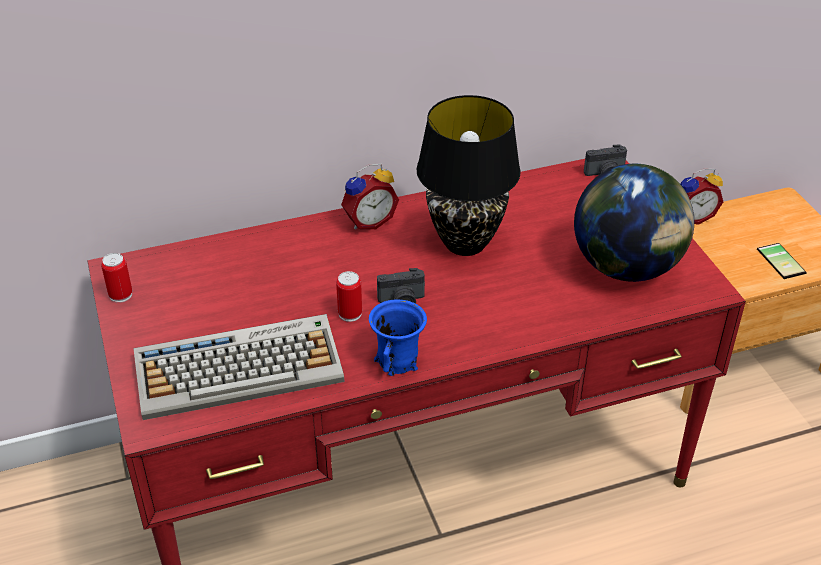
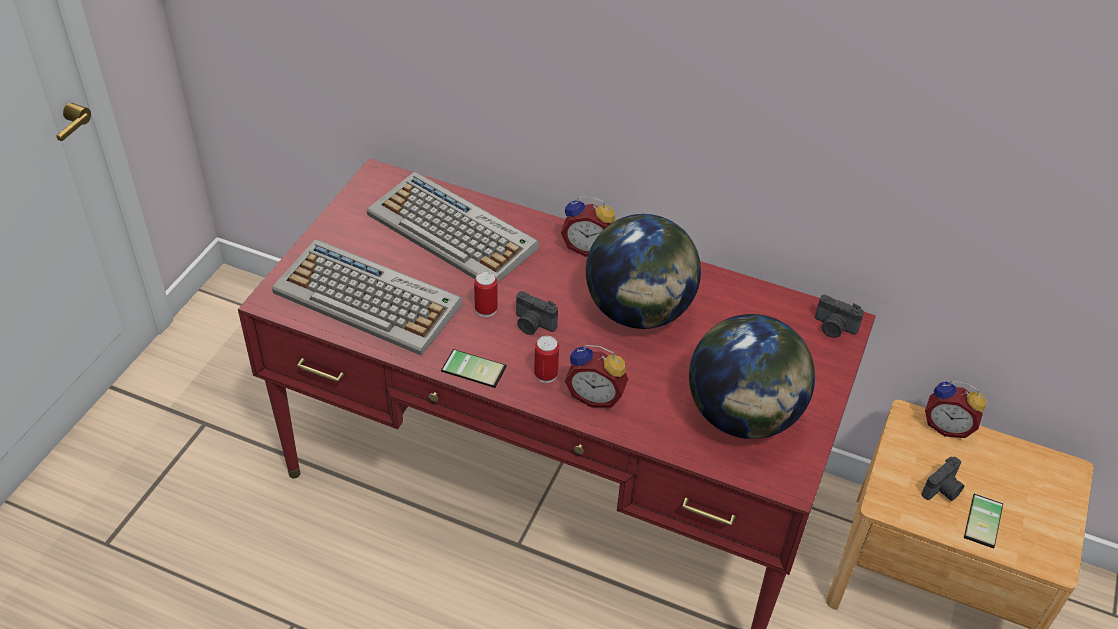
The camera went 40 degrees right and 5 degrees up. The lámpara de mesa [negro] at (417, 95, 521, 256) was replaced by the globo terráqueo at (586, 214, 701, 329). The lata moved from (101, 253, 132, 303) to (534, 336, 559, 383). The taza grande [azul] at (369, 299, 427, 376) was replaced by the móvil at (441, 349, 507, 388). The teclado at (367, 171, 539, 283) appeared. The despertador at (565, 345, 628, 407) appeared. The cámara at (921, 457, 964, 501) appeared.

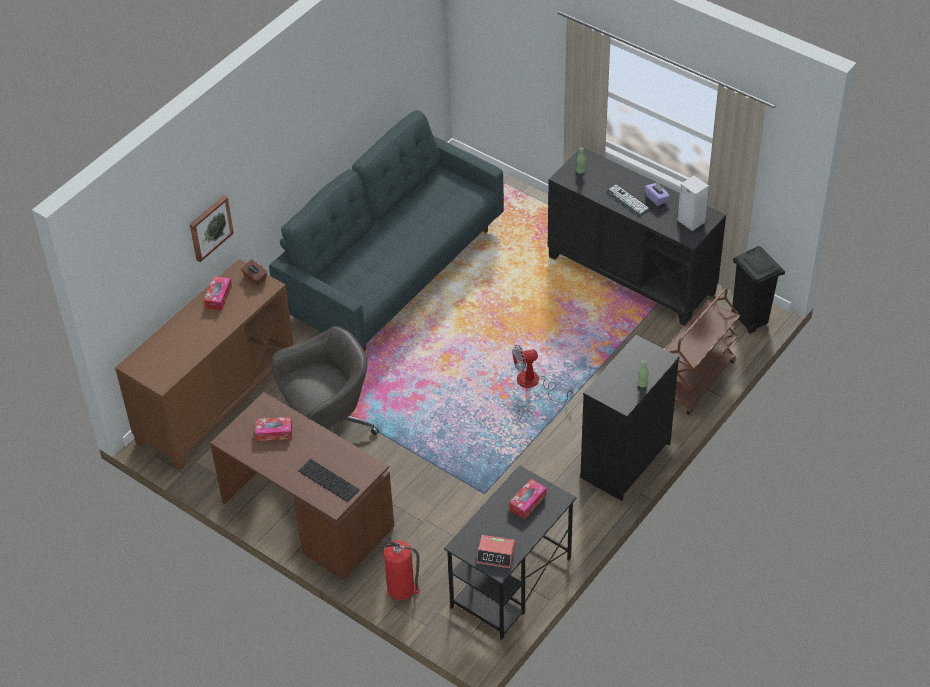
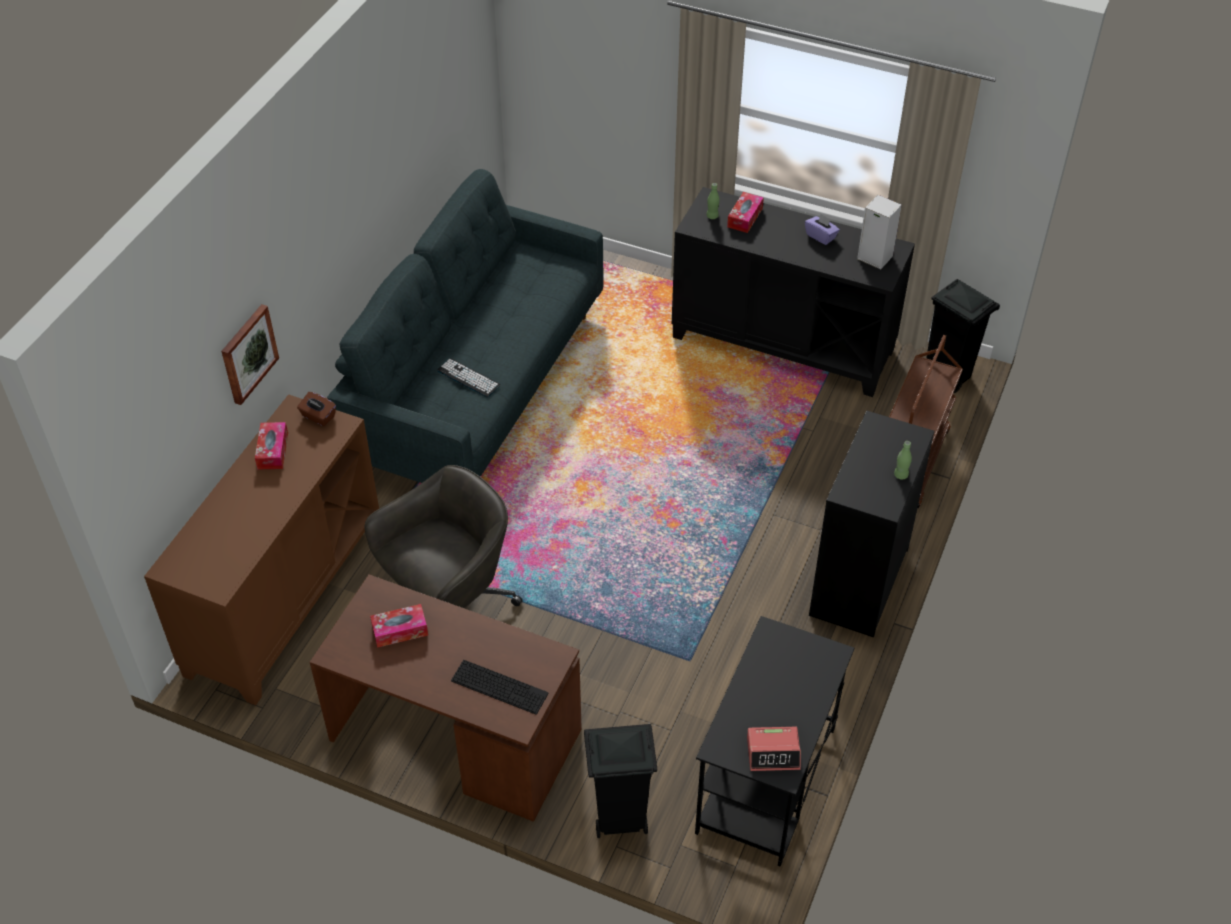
The camera went 15 degrees left and 0 degrees up. The teclado moved from (606, 184, 650, 216) to (437, 358, 500, 397). The ventilador at (512, 345, 573, 403) disappeared. The caja de pañuelos moved from (509, 479, 546, 519) to (727, 192, 764, 233). The extintor at (380, 539, 420, 601) was replaced by the papelera [negro] at (584, 724, 657, 838).

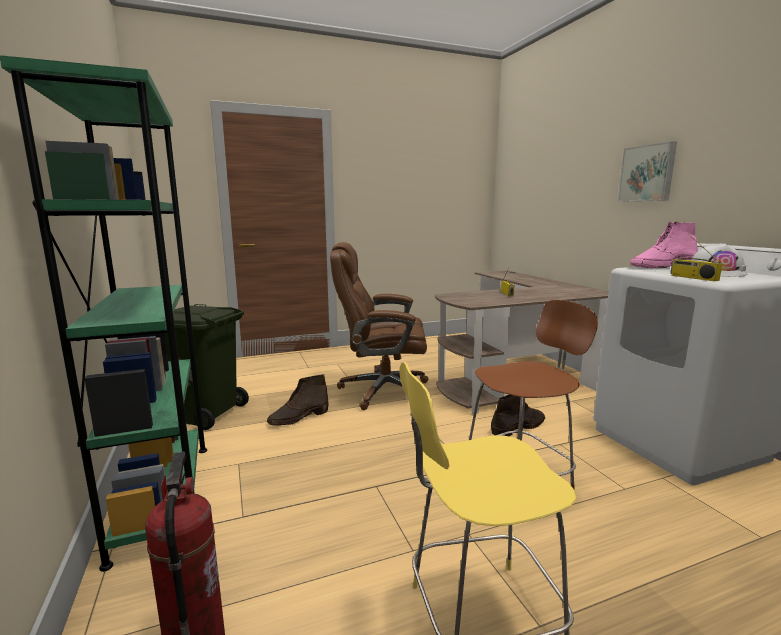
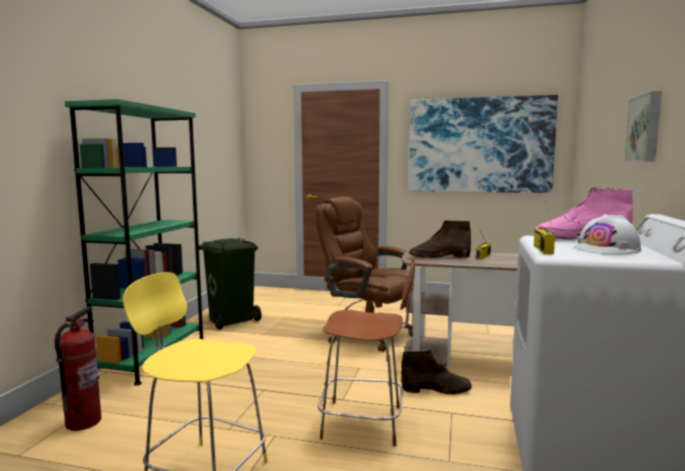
The camera went 35 degrees right and 5 degrees down. The bota [marrón] moved from (267, 374, 329, 426) to (409, 220, 471, 258). The cuadro at (409, 95, 558, 193) appeared.

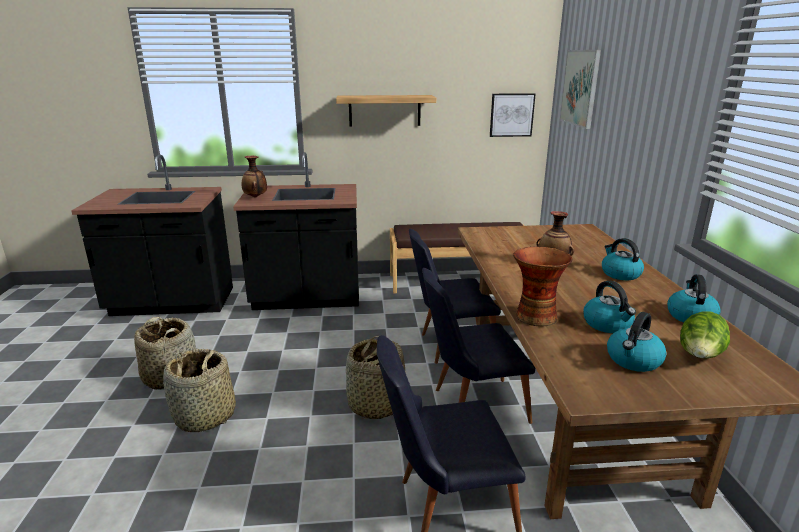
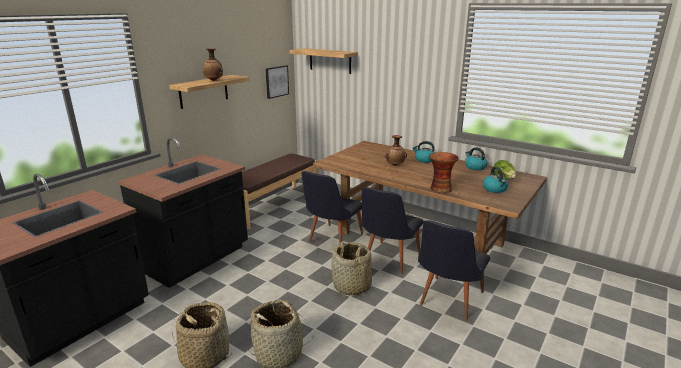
The camera went 50 degrees left and 0 degrees up. The cuadro at (559, 50, 601, 129) was replaced by the estante at (290, 48, 358, 74). The florero moved from (242, 156, 267, 197) to (203, 48, 223, 81). The hervidor at (583, 281, 636, 333) disappeared.

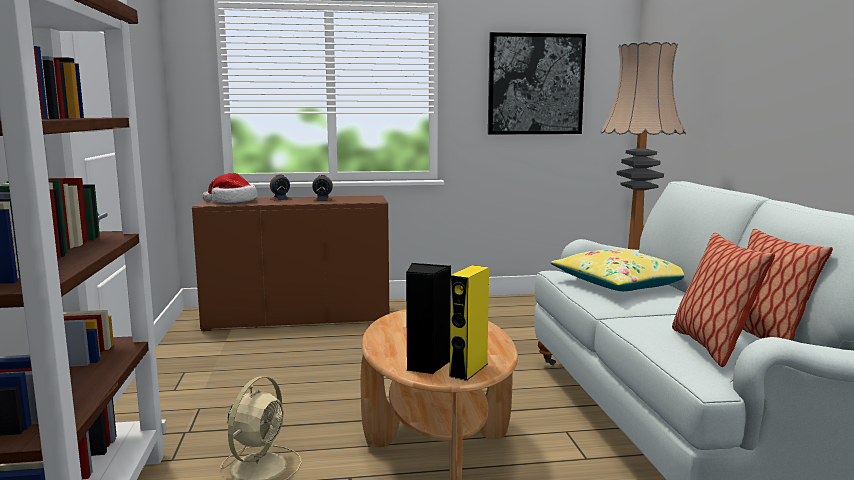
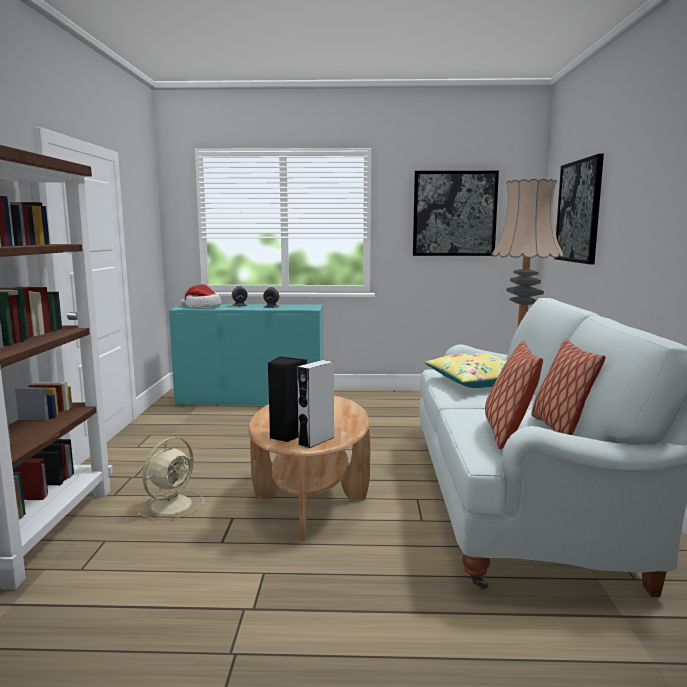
The camera went 10 degrees right and 0 degrees up. The armario [marrón] at (192, 195, 389, 331) became the armario [turquesa] at (169, 304, 323, 406). The altavoz [amarillo] at (449, 265, 489, 381) became the altavoz [gris] at (297, 360, 335, 448). The cuadro at (554, 154, 604, 264) appeared.

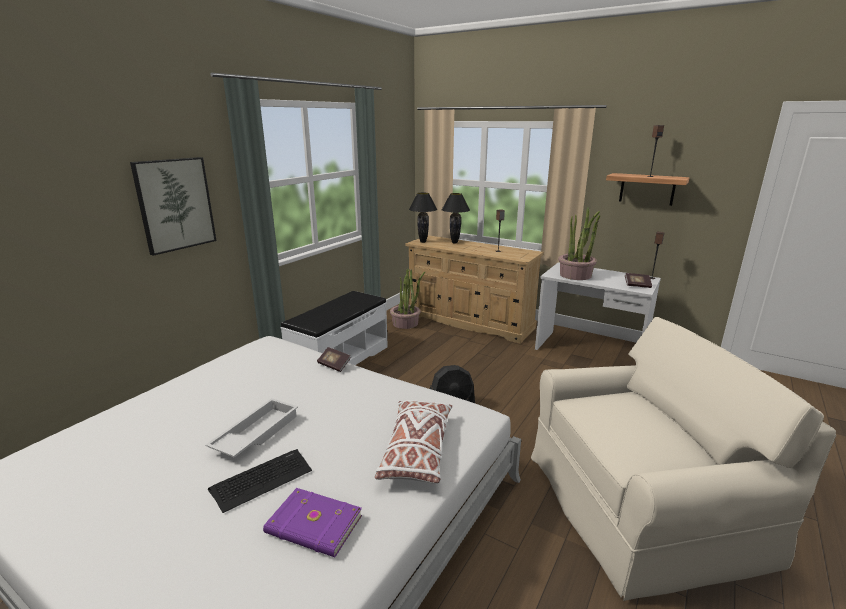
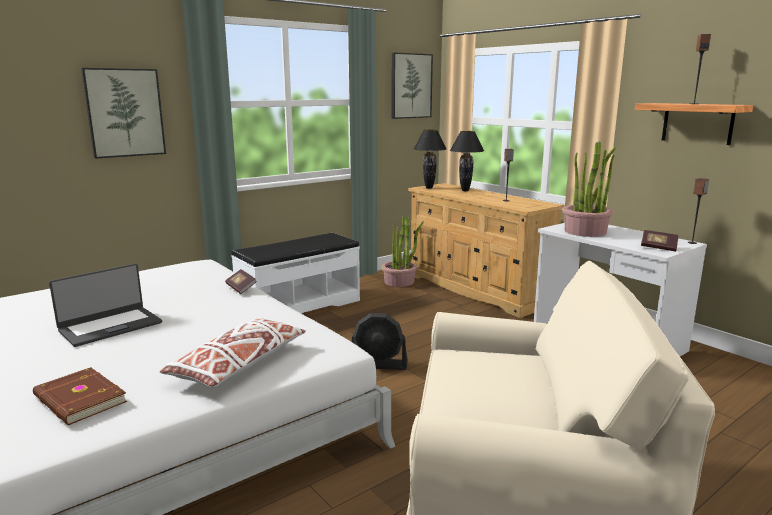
The camera went 20 degrees right and 5 degrees down. The bandeja [blanco] at (205, 398, 298, 458) was replaced by the portátil at (49, 263, 162, 347). The teclado at (208, 449, 312, 513) disappeared. The libro [morado] at (263, 488, 362, 557) became the libro [marrón] at (33, 367, 127, 425). The cuadro at (391, 53, 433, 119) appeared.

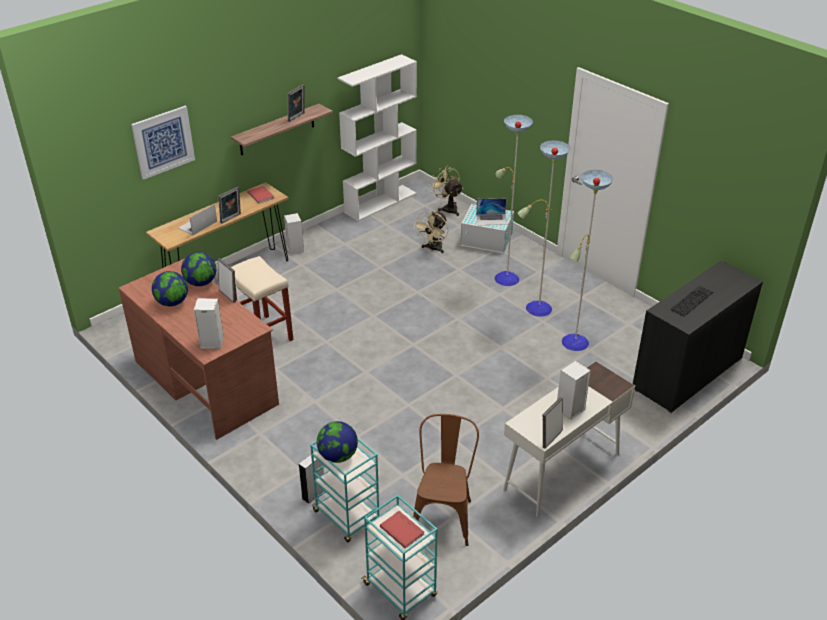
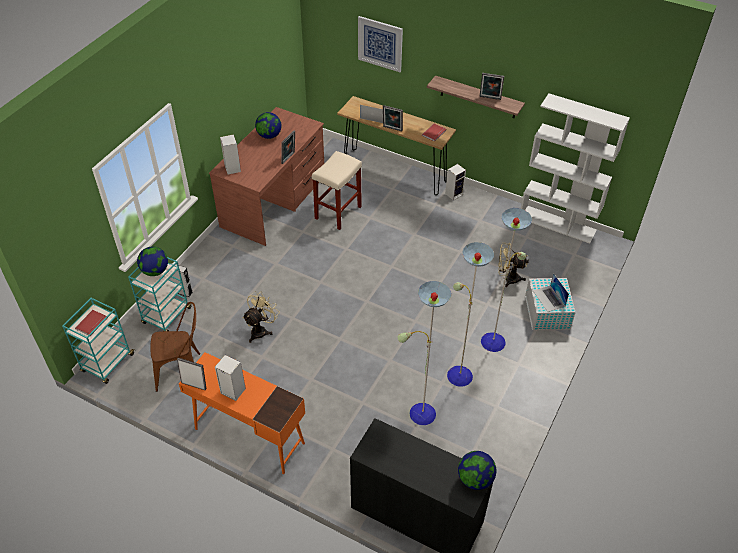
The camera went 70 degrees right and 10 degrees up. The ventilador [beis] moved from (430, 166, 463, 216) to (243, 291, 280, 343). The globo terráqueo moved from (181, 252, 216, 286) to (458, 451, 496, 490). The teclado at (670, 286, 713, 317) disappeared. The escritorio [blanco] at (503, 361, 635, 517) became the escritorio [naranja] at (179, 352, 305, 474).

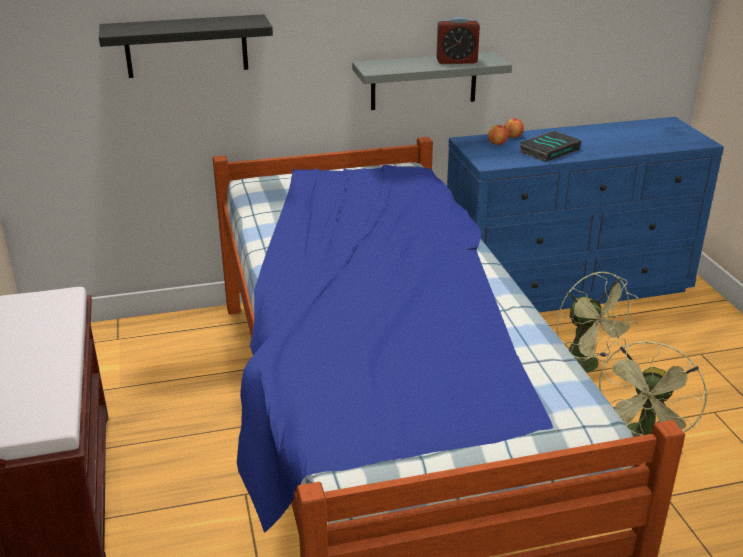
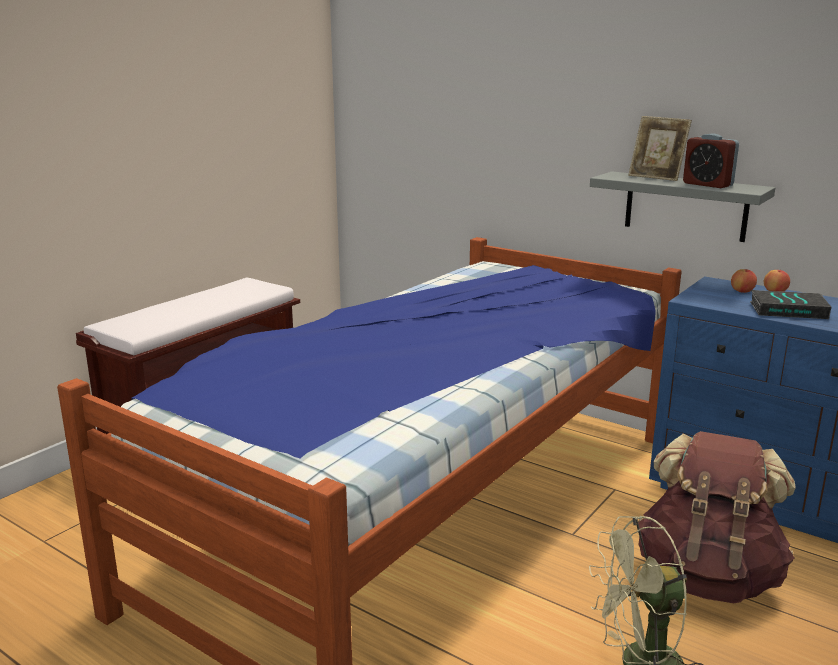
The camera went 50 degrees right and 10 degrees down. The estante [negro] at (99, 14, 273, 78) disappeared. The ventilador [verde] at (556, 272, 639, 372) was replaced by the mochila [marrón] at (638, 431, 795, 603). The portarretratos at (628, 116, 692, 181) appeared.

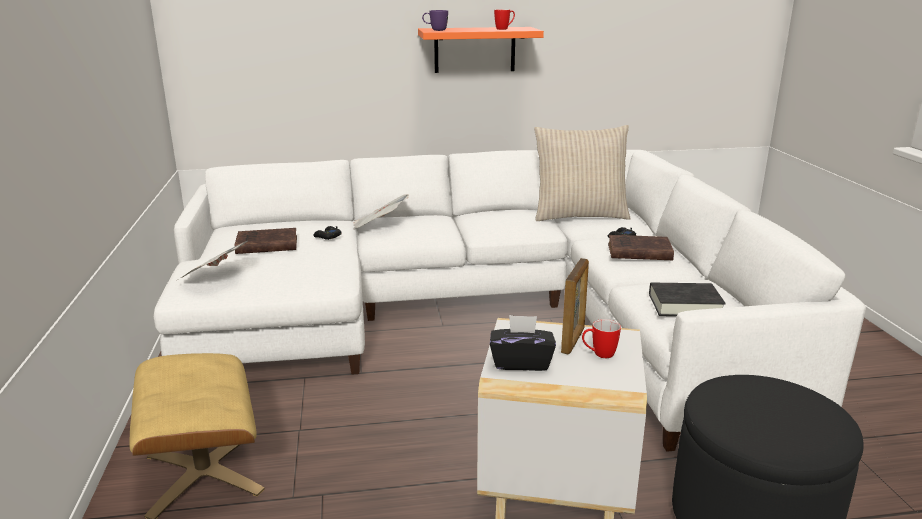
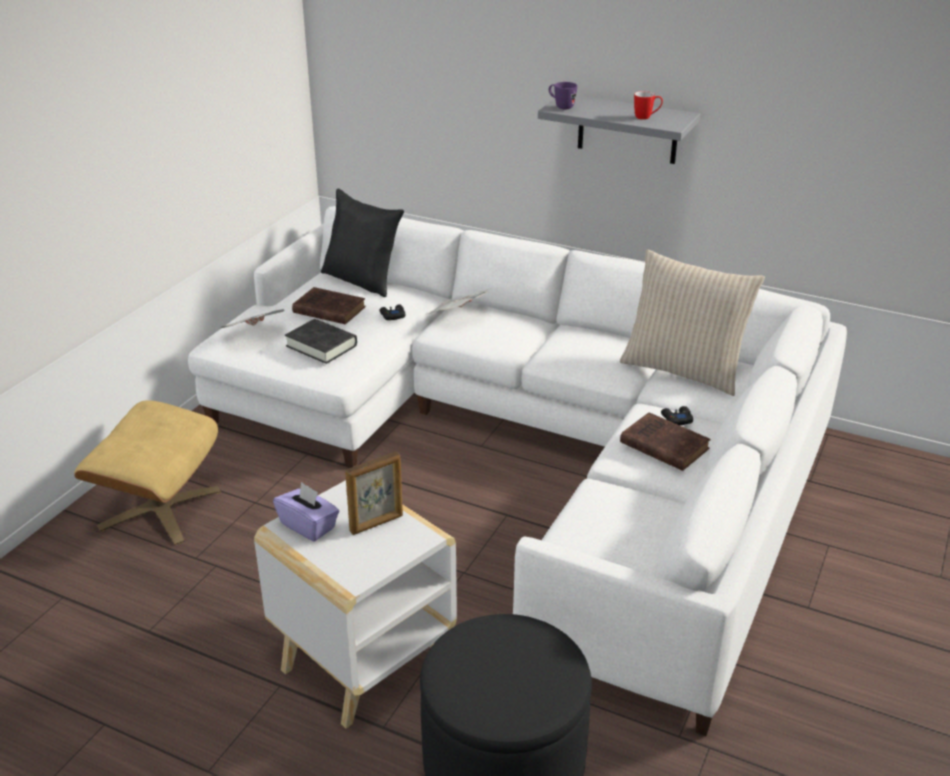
The camera went 35 degrees right and 10 degrees up. The estante [naranja] at (418, 27, 544, 73) became the estante [gris] at (538, 95, 701, 164). The libro [negro] moved from (649, 283, 726, 316) to (285, 319, 357, 364). The caja de pañuelos [negro] at (490, 315, 556, 371) became the caja de pañuelos [morado] at (273, 482, 339, 541). The taza grande at (582, 319, 621, 358) disappeared. The cojín [negro] at (321, 189, 404, 297) appeared.

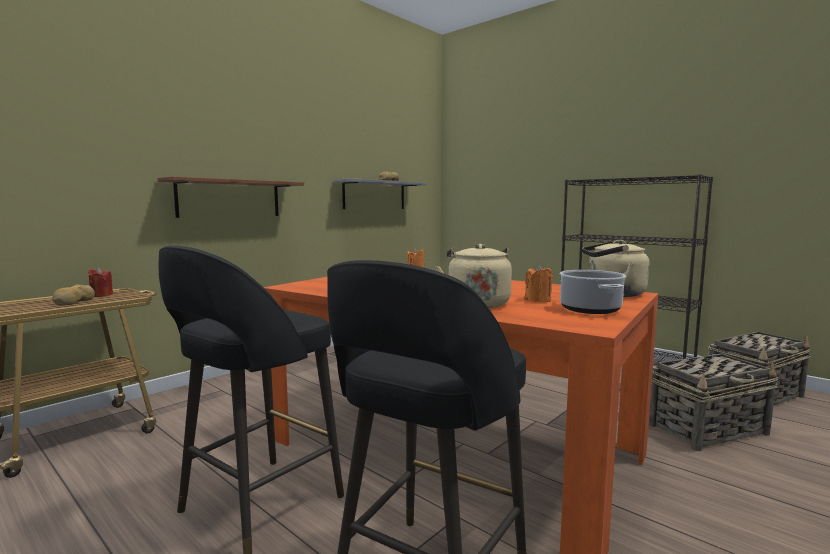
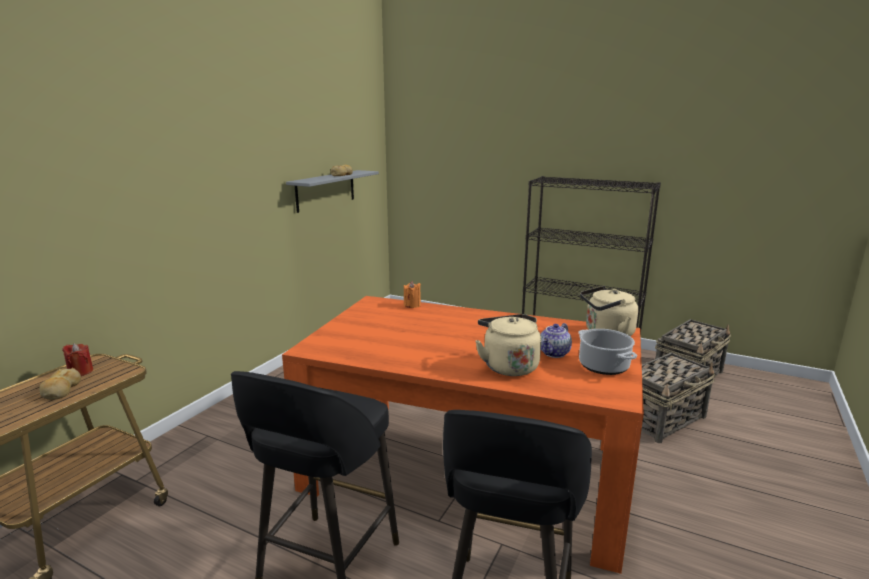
The camera went 15 degrees left and 10 degrees up. The estante [marrón] at (157, 176, 304, 218) disappeared. The vela [naranja] at (525, 265, 553, 302) was replaced by the tetera at (540, 323, 572, 358).

